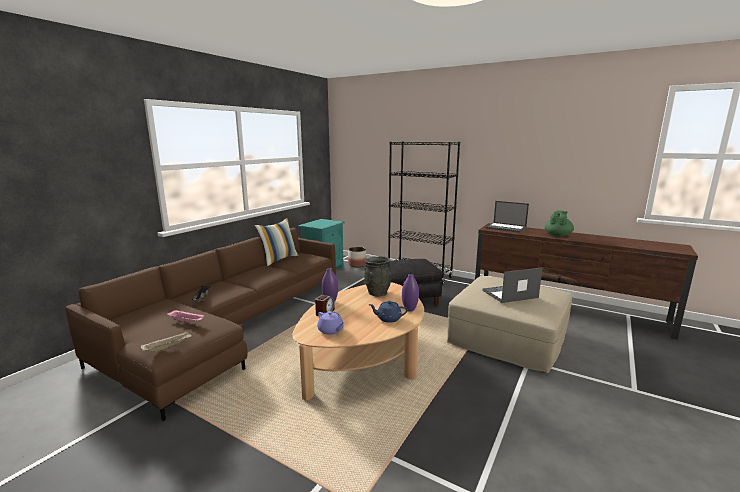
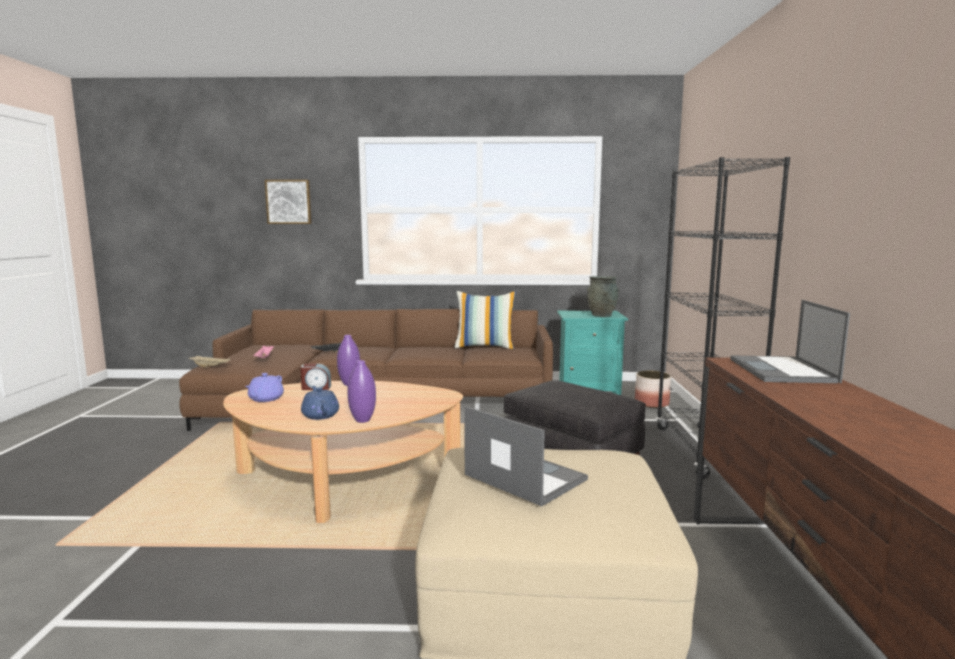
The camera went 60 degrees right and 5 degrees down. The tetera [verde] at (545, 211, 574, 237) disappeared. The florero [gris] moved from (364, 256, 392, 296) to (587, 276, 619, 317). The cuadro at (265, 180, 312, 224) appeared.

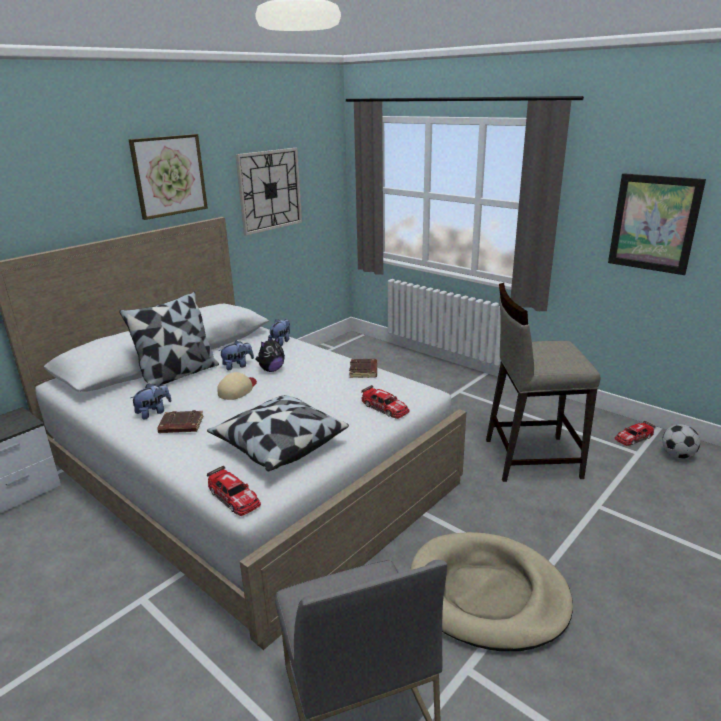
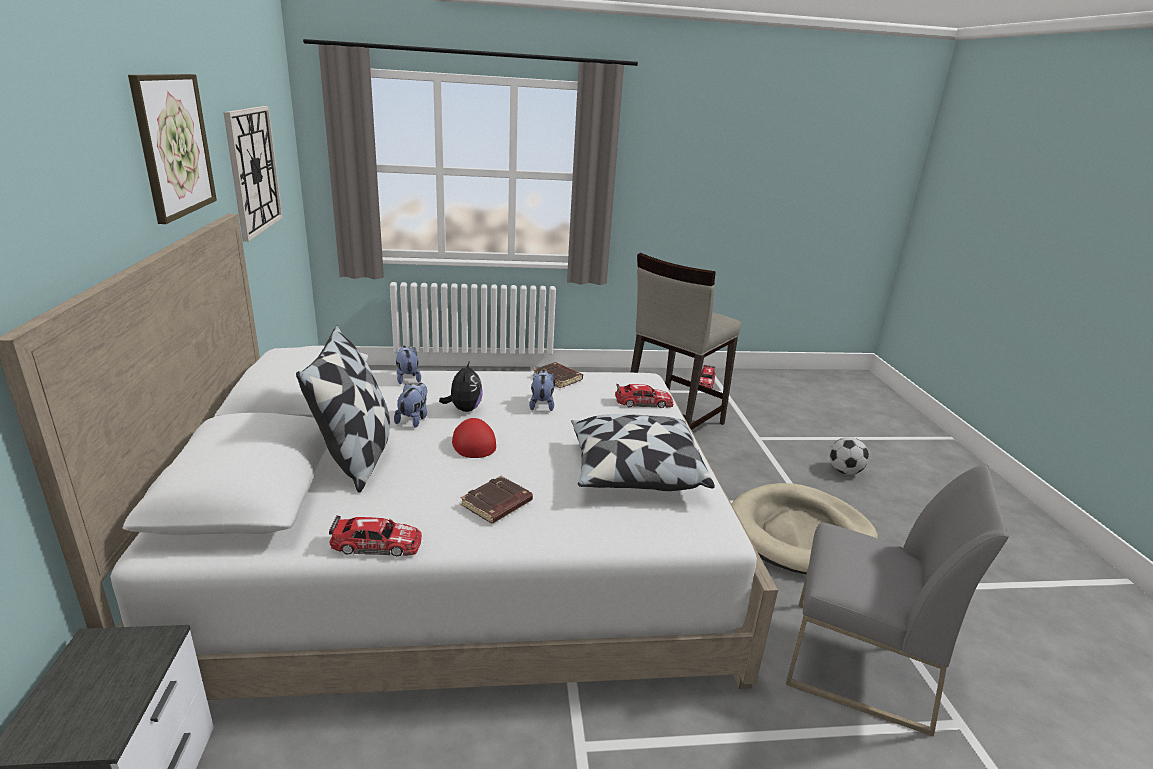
The camera went 50 degrees left and 0 degrees up. The cuadro at (608, 173, 706, 275) disappeared. The gorra [beis] at (217, 372, 257, 400) became the gorra [rojo] at (452, 418, 496, 458). The peluche moved from (131, 384, 172, 420) to (529, 370, 554, 411). The balón de fútbol moved from (662, 424, 700, 459) to (829, 437, 869, 475). The coche de juguete moved from (207, 466, 261, 516) to (329, 515, 422, 556).

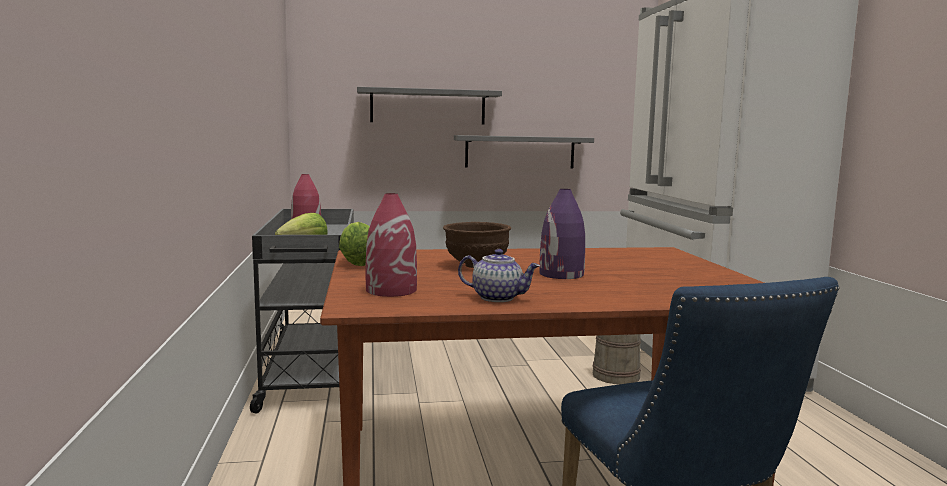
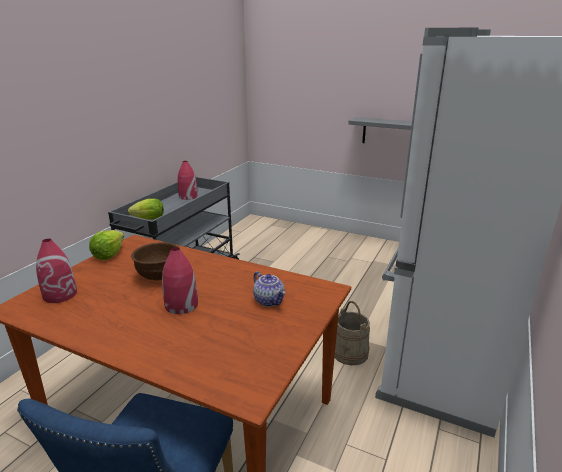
The camera went 35 degrees right and 15 degrees up. The estante [gris] at (357, 87, 502, 125) disappeared. The florero [morado] at (539, 189, 585, 279) became the florero [rojo] at (162, 247, 198, 314). The tetera moved from (458, 249, 540, 302) to (253, 271, 285, 307).

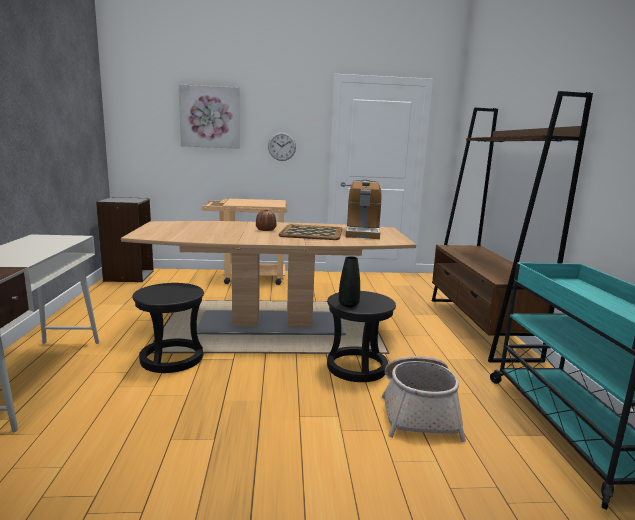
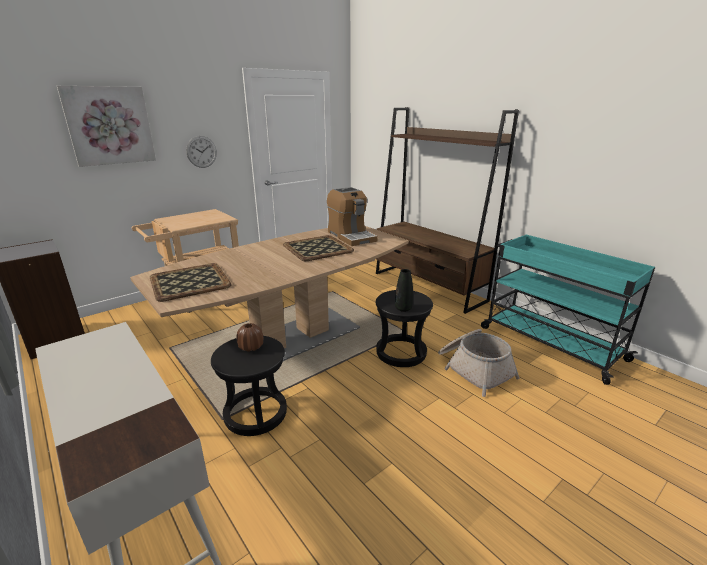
The camera went 35 degrees left and 10 degrees up. The florero [marrón] moved from (256, 210, 276, 231) to (236, 323, 264, 352). The bandeja at (150, 263, 231, 302) appeared.

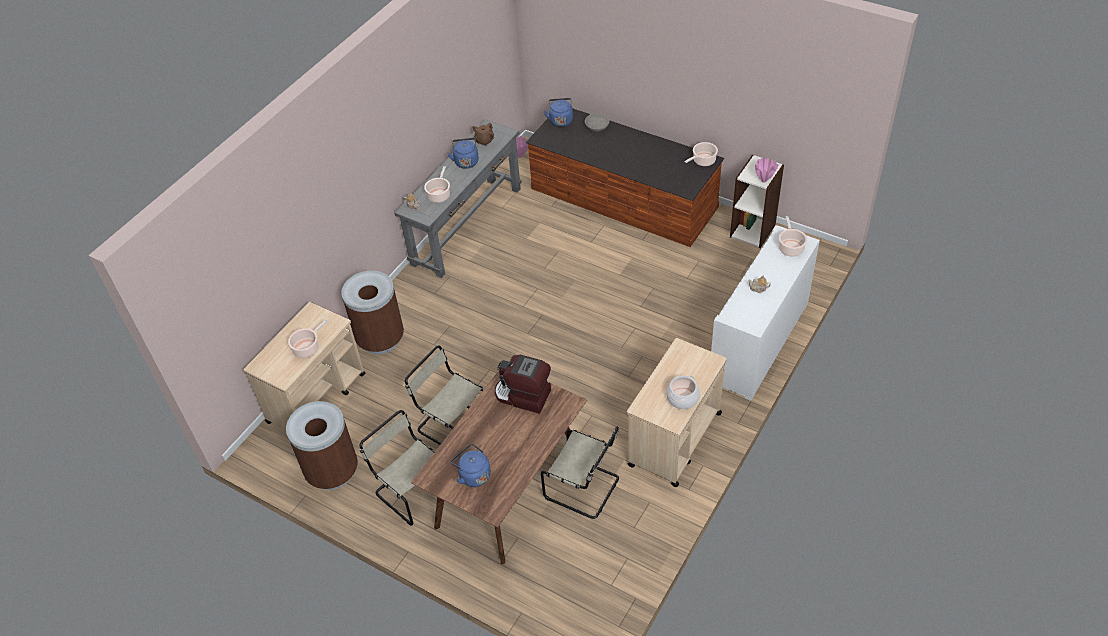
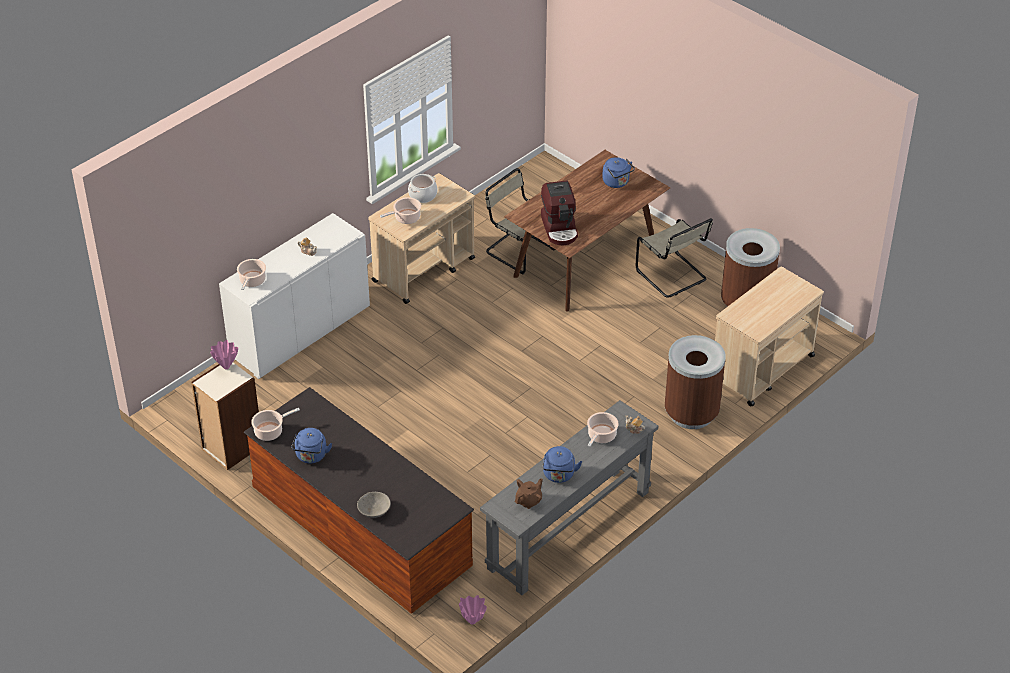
The camera went 170 degrees left and 5 degrees down. The hervidor [azul] moved from (544, 98, 573, 127) to (291, 428, 332, 463). The olla moved from (288, 319, 329, 358) to (380, 197, 421, 224). The silla [beis] at (405, 345, 484, 445) disappeared. The cafetera at (495, 355, 551, 414) turned 45 degrees clockwise.

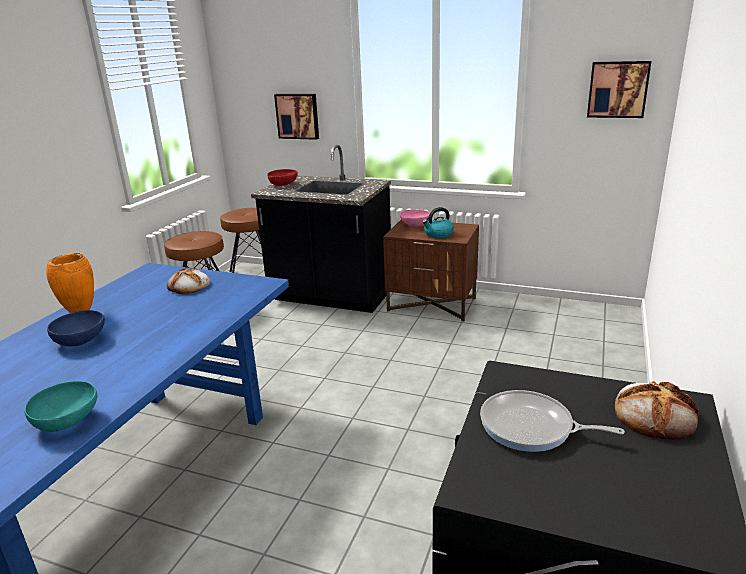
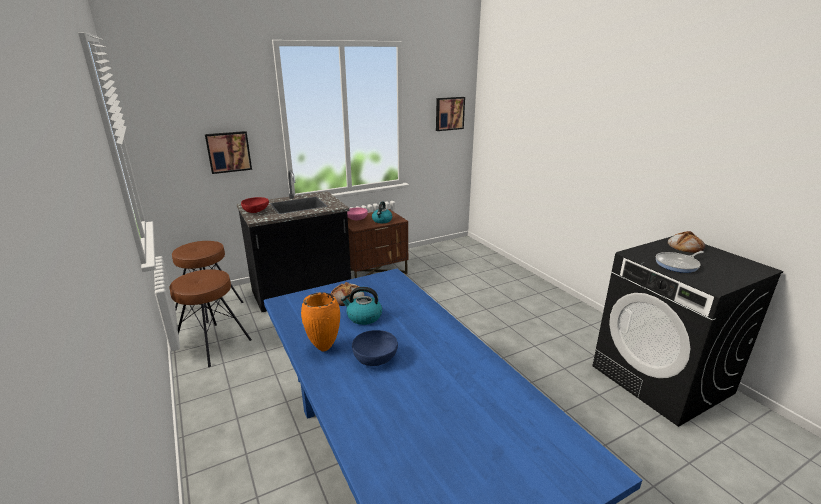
The camera went 50 degrees left and 0 degrees up. The cuenco [turquesa] at (24, 381, 97, 432) disappeared. The hervidor at (341, 287, 382, 325) appeared.

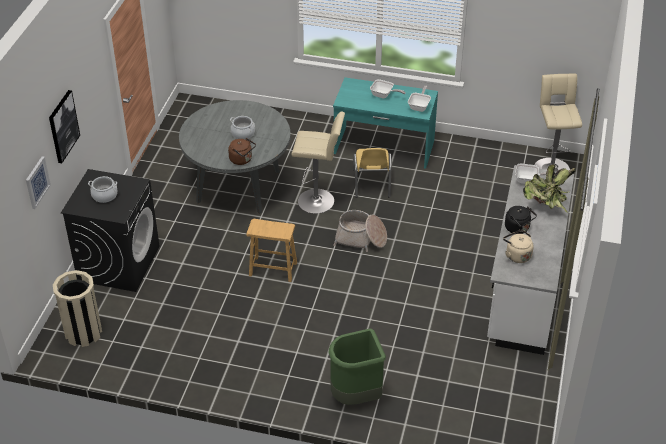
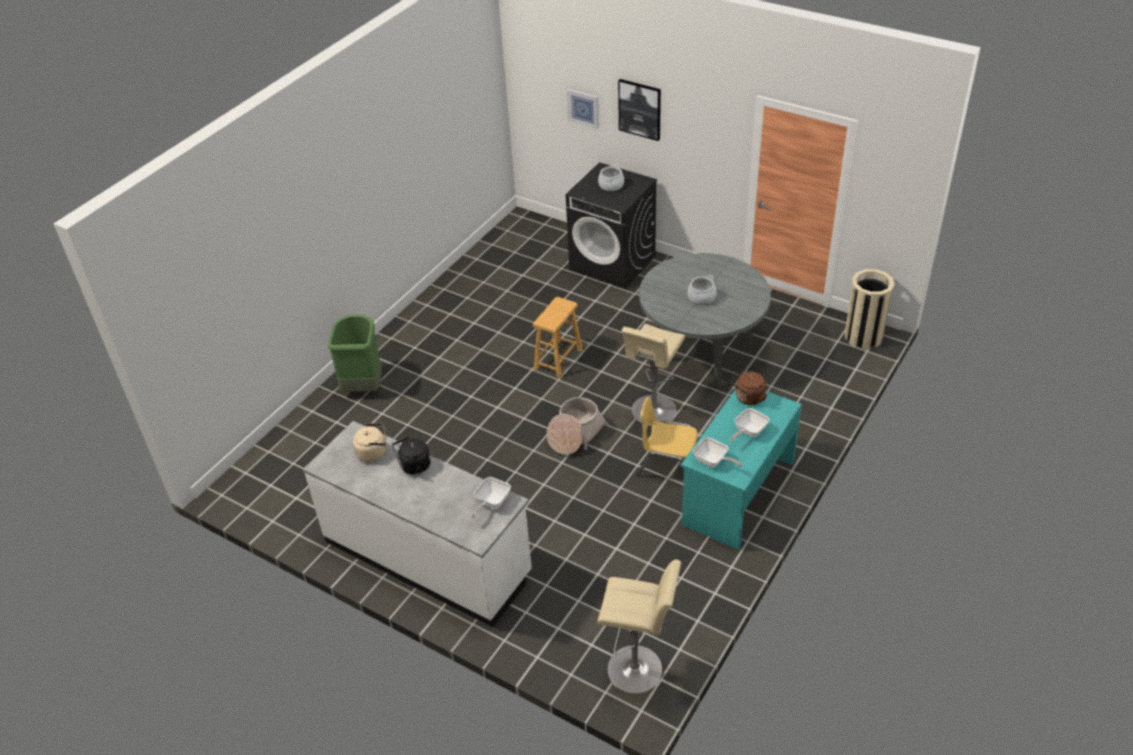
The camera went 110 degrees right and 0 degrees up. The hervidor [marrón] moved from (228, 138, 256, 165) to (731, 371, 767, 405). The planta en maceta at (523, 164, 576, 213) disappeared. The papelera [beis] moved from (53, 270, 102, 347) to (844, 269, 895, 349).

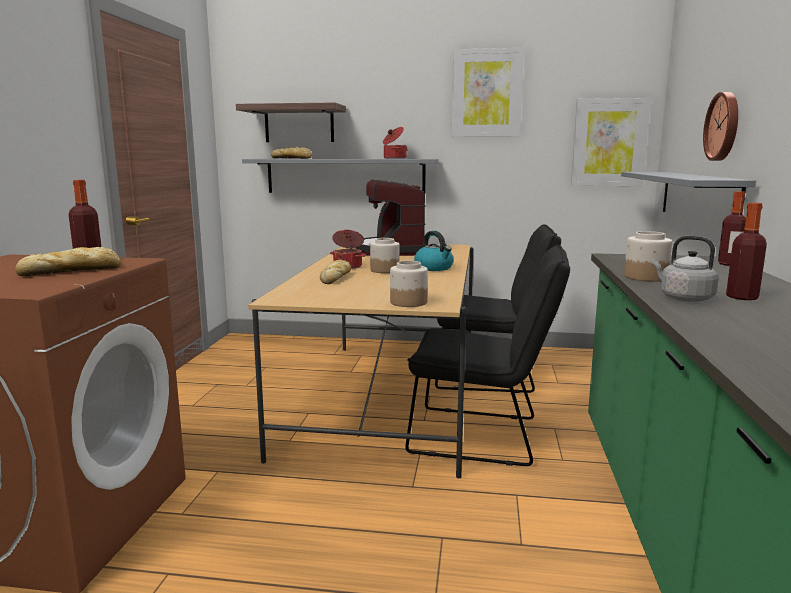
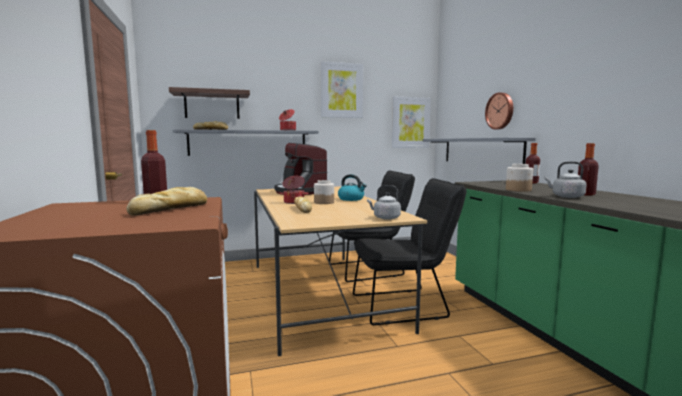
The camera went 25 degrees left and 5 degrees down. The tarro at (390, 261, 428, 307) was replaced by the hervidor [gris] at (367, 185, 401, 220).

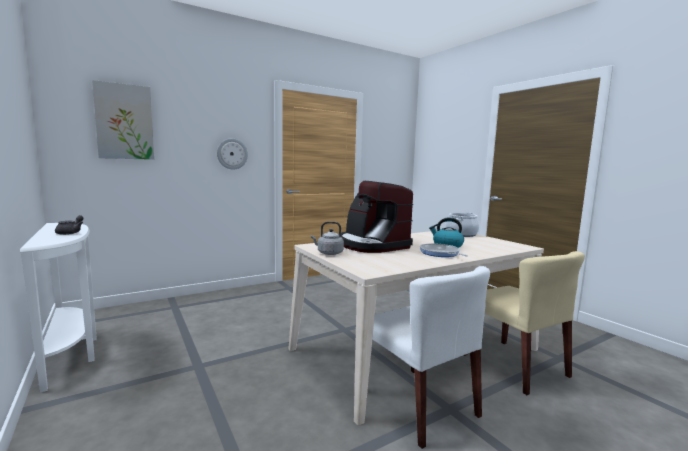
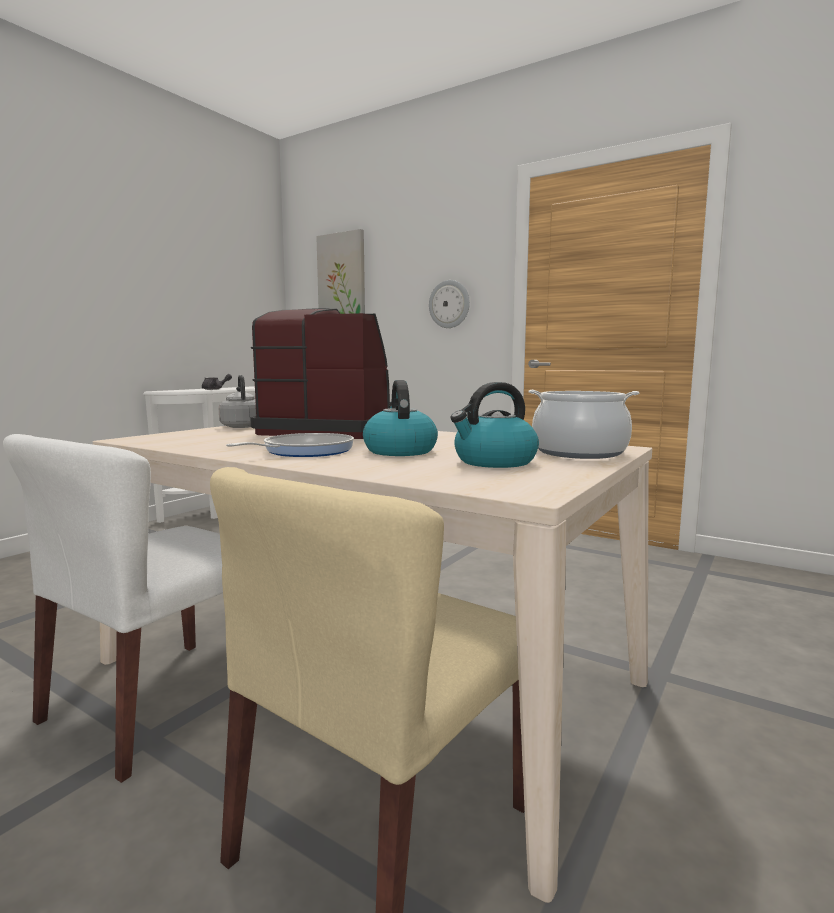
The camera went 65 degrees right and 0 degrees up. The cafetera at (341, 181, 414, 253) turned 75 degrees clockwise. The hervidor at (451, 382, 539, 468) appeared.

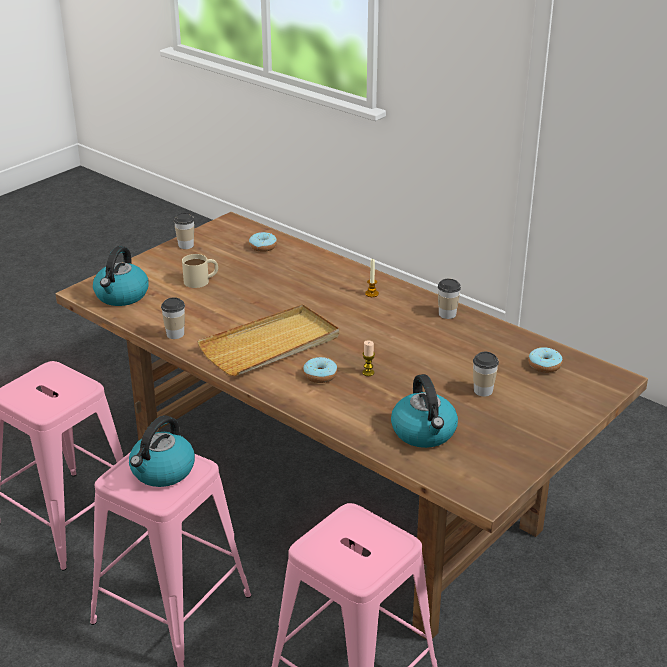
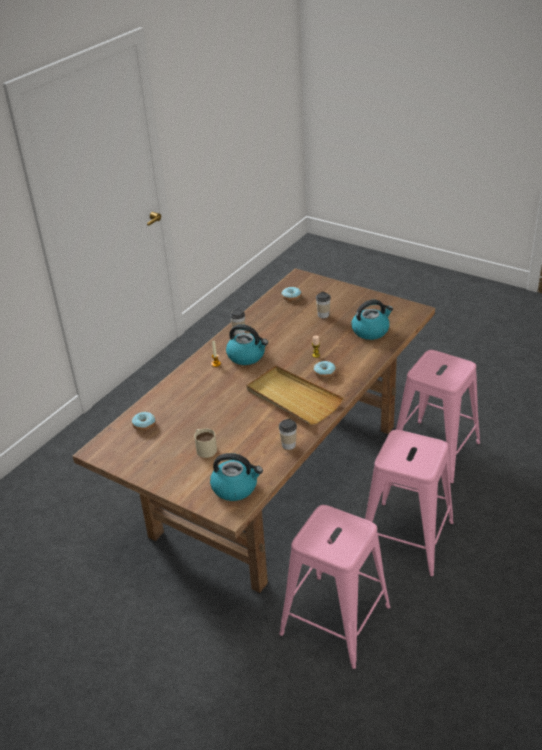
The camera went 95 degrees left and 5 degrees up. The taza at (174, 213, 194, 249) disappeared. The hervidor moved from (129, 415, 195, 487) to (226, 324, 268, 365).

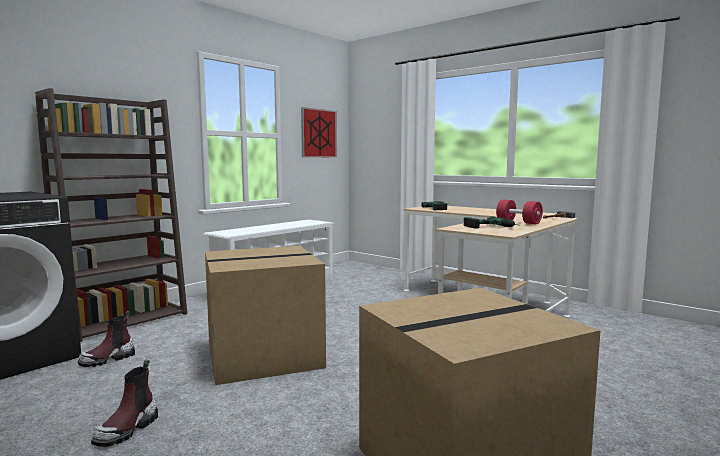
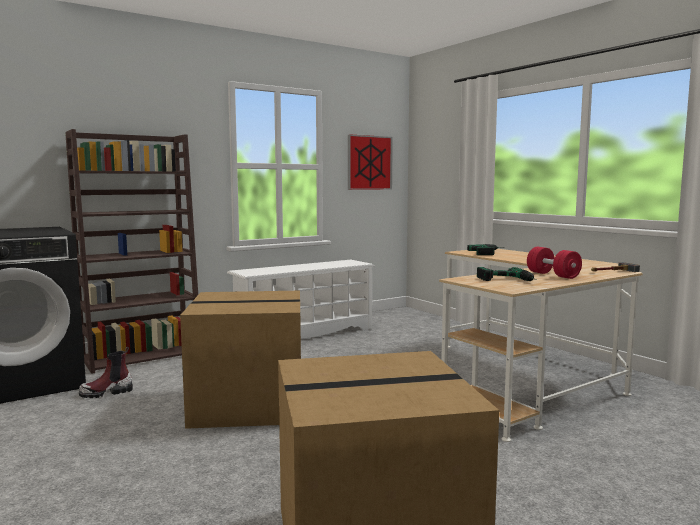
The camera went 15 degrees right and 0 degrees up. The bota at (91, 360, 158, 447) disappeared.

